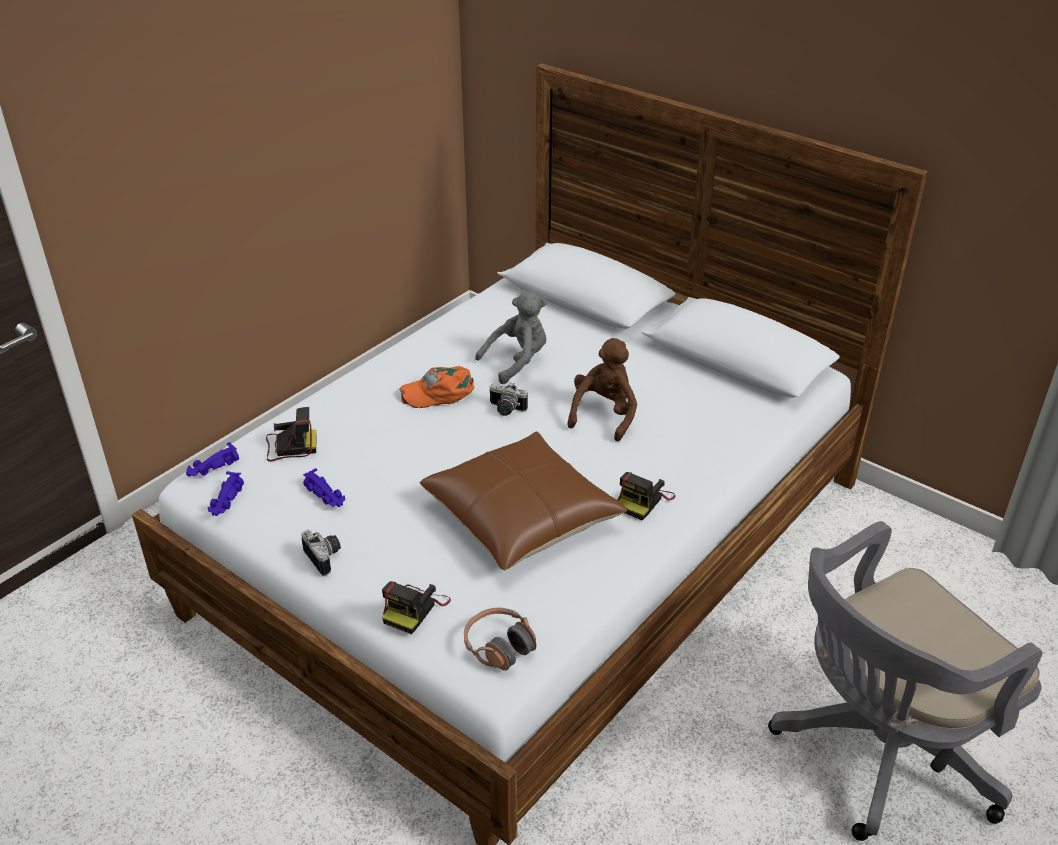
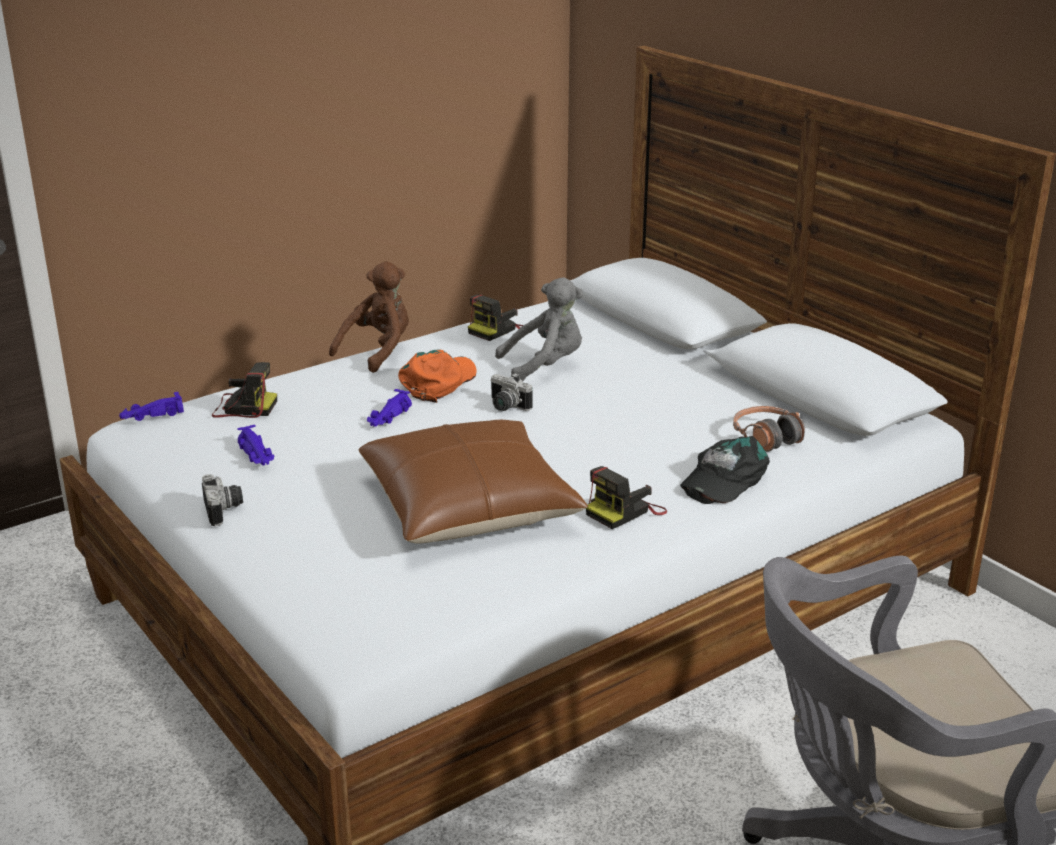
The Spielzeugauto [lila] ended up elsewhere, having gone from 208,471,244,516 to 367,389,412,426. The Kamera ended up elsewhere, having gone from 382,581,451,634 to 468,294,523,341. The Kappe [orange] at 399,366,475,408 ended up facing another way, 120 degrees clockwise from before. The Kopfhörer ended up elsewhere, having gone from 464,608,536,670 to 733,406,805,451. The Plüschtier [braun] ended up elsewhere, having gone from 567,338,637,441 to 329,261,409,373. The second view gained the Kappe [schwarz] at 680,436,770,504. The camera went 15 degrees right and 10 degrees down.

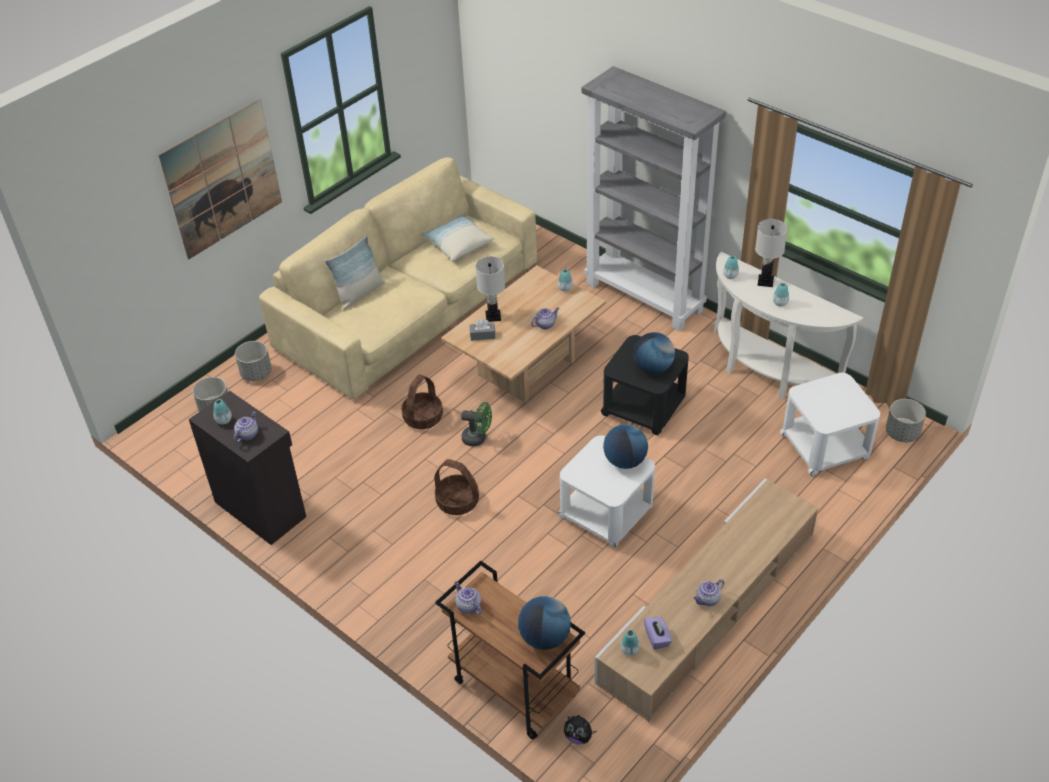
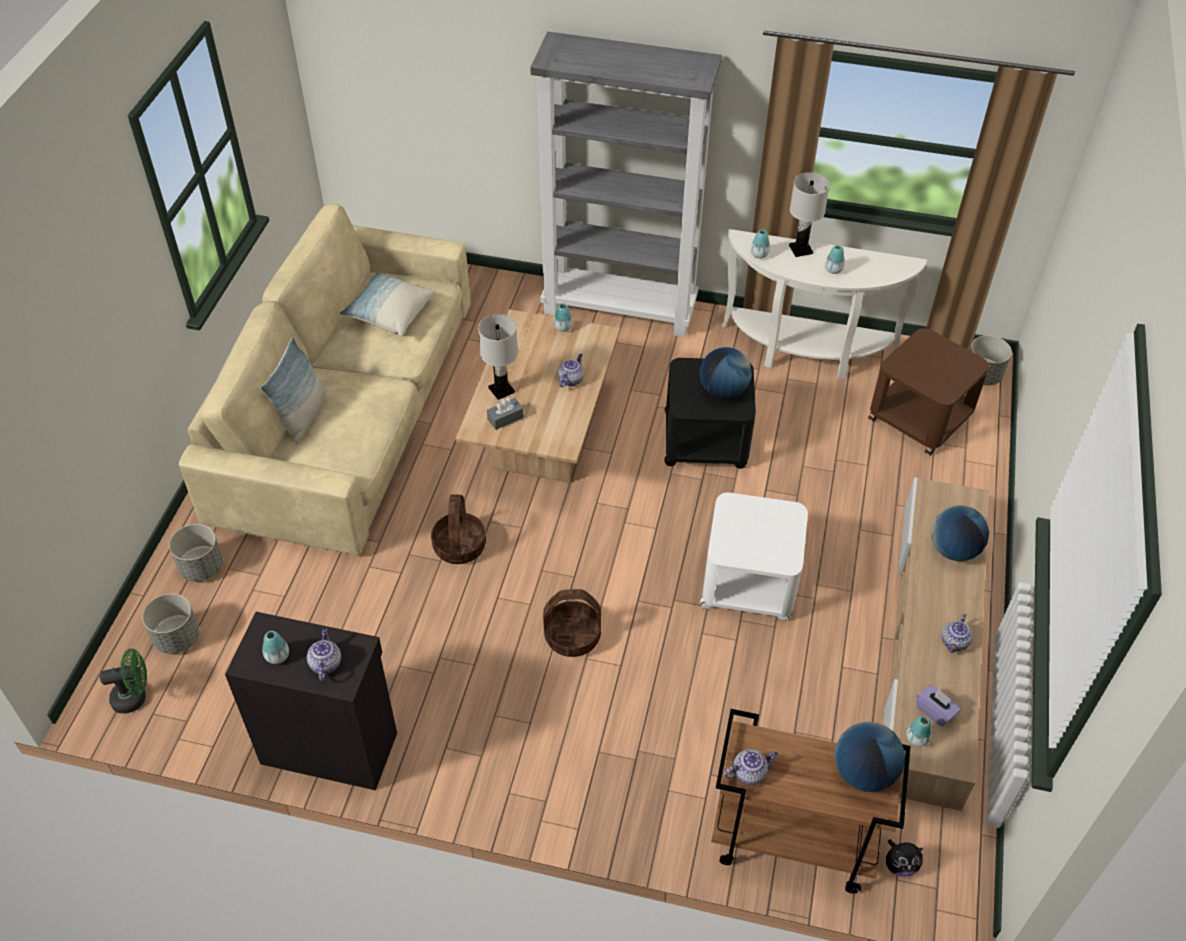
The second view lost the Bild at 159,99,282,259. The Teekanne at 455,581,482,615 ended up facing another way, 135 degrees clockwise from before. The Ventilator [grün] ended up elsewhere, having gone from 461,402,492,446 to 100,649,147,713. The Globus ended up elsewhere, having gone from 603,424,648,469 to 931,505,989,561. What was the Beistelltisch [weiß] at 780,373,880,476 turned into the Beistelltisch [braun] at 868,328,989,455. The camera went 30 degrees left and 5 degrees up.

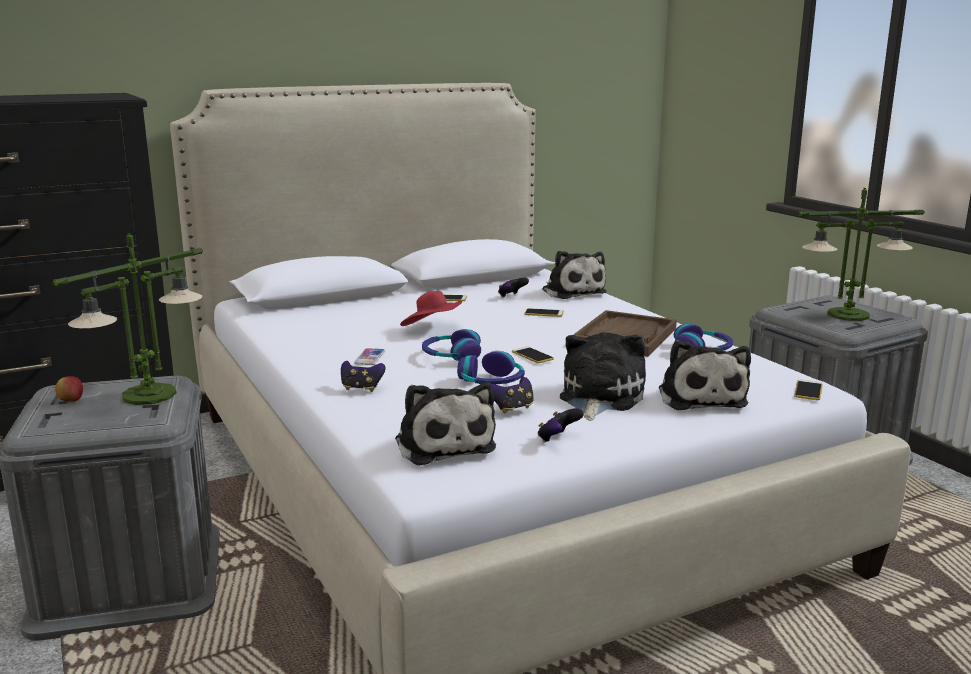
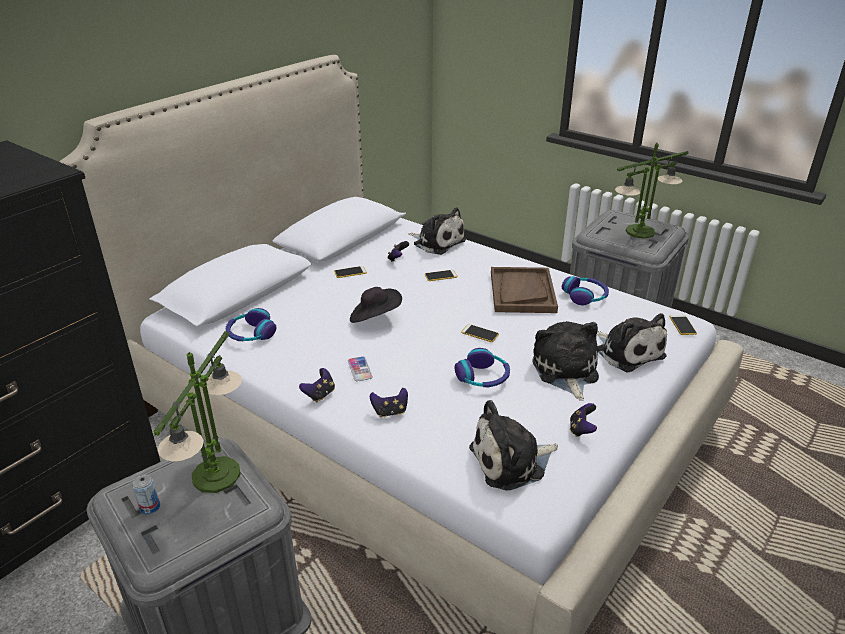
Where the Apfel stood at 55,376,83,402, the Dose came to stand at 132,475,160,515. The Plüschtier at 395,382,496,466 ended up facing another way, 120 degrees clockwise from before. What was the Hut [rot] at 400,291,463,326 turned into the Hut [schwarz] at 350,287,402,323. The Kopfhörer ended up elsewhere, having gone from 422,329,481,361 to 226,308,276,341. The Gamepad ended up elsewhere, having gone from 491,377,533,413 to 299,368,335,402. The camera went 25 degrees left and 15 degrees up.

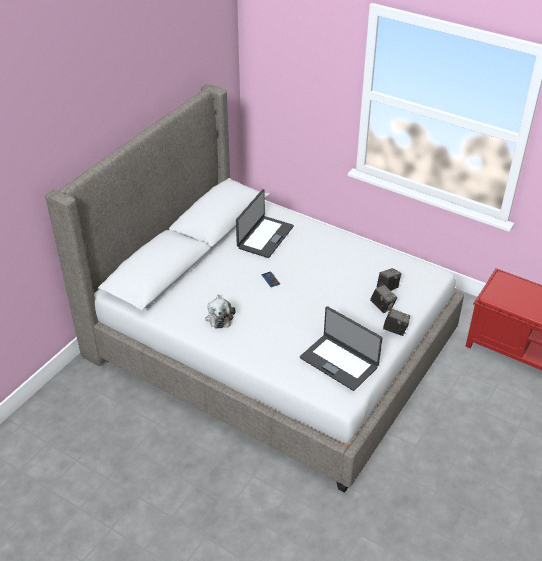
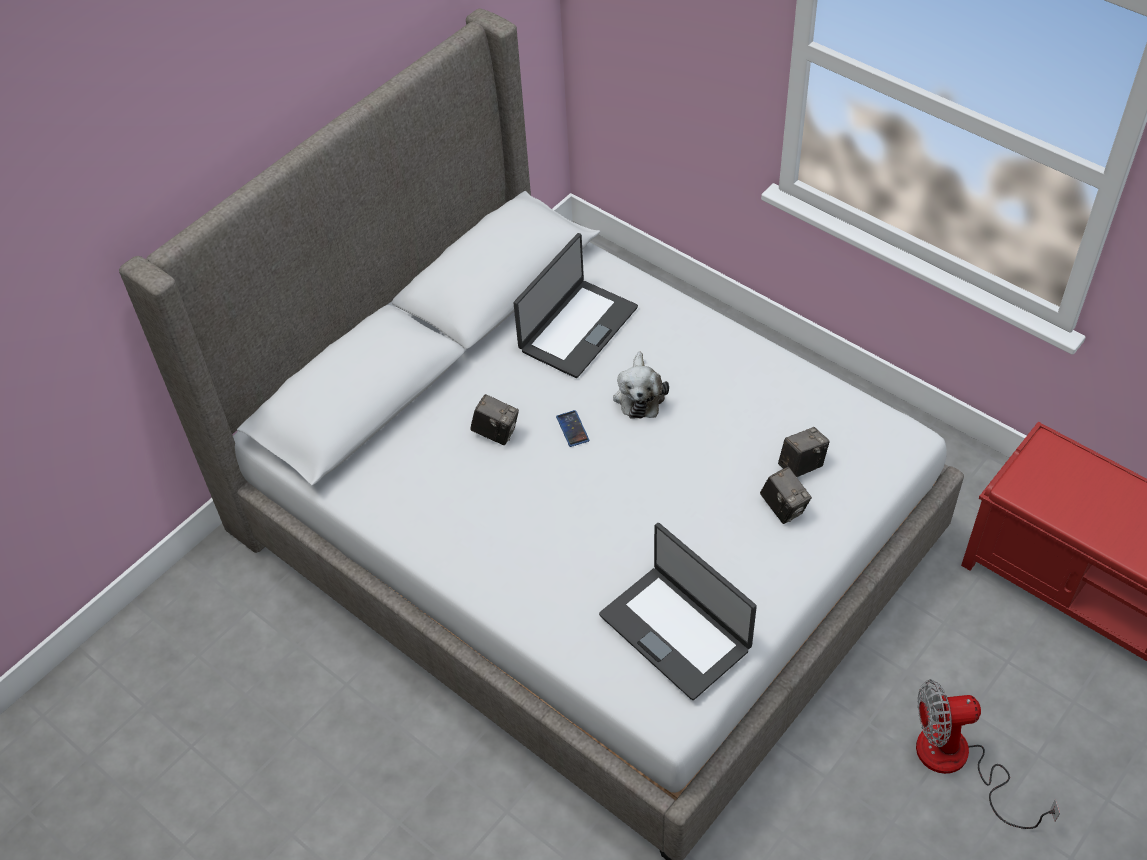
The Plüschtier ended up elsewhere, having gone from 205,295,236,329 to 613,352,669,419. The Kamera ended up elsewhere, having gone from 383,308,410,336 to 470,394,519,445. The second view gained the Ventilator at 916,679,1060,829. The camera went 10 degrees right and 10 degrees up.

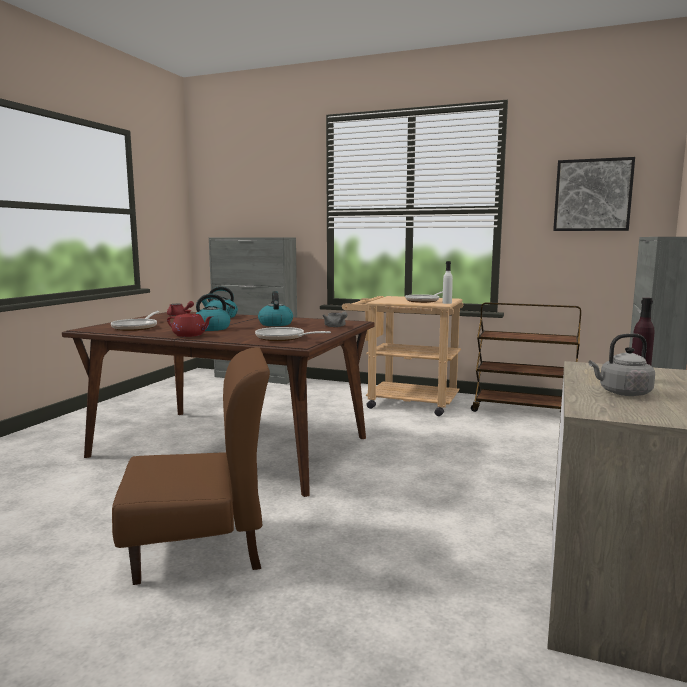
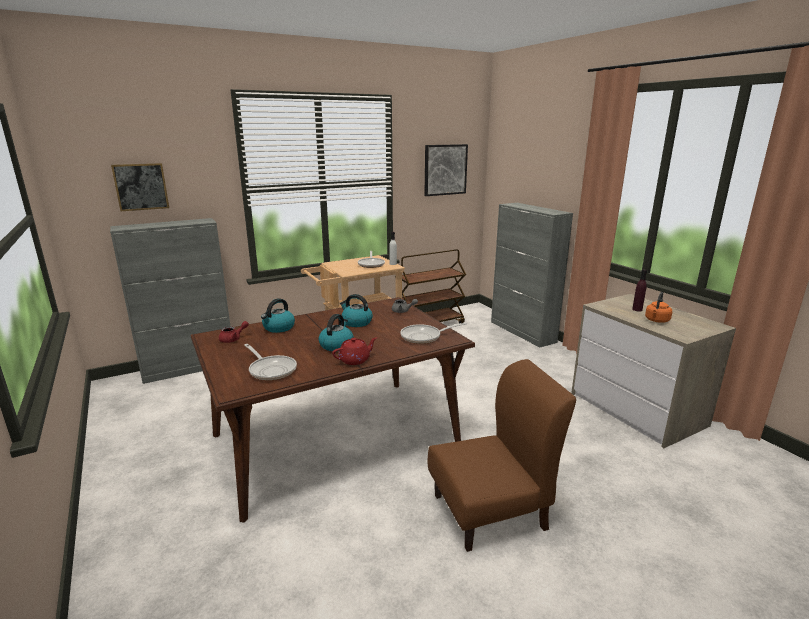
The Stuhl [braun] at 112,347,270,585 ended up facing another way, 45 degrees clockwise from before. What was the Wasserkessel [grau] at 589,334,655,396 turned into the Wasserkessel [orange] at 645,292,672,323. The second view gained the Bild at 111,163,169,211. The camera went 50 degrees left and 10 degrees up.

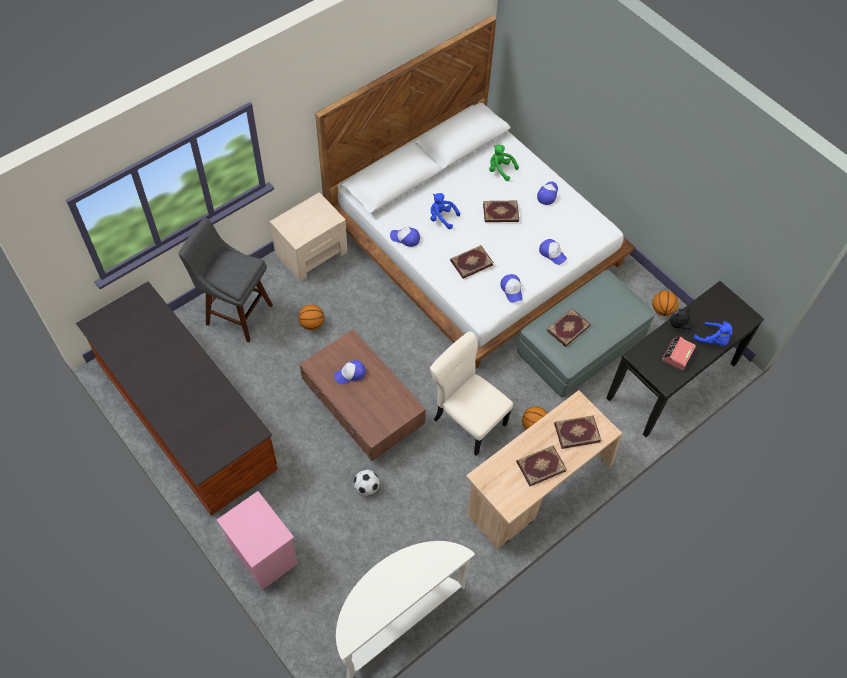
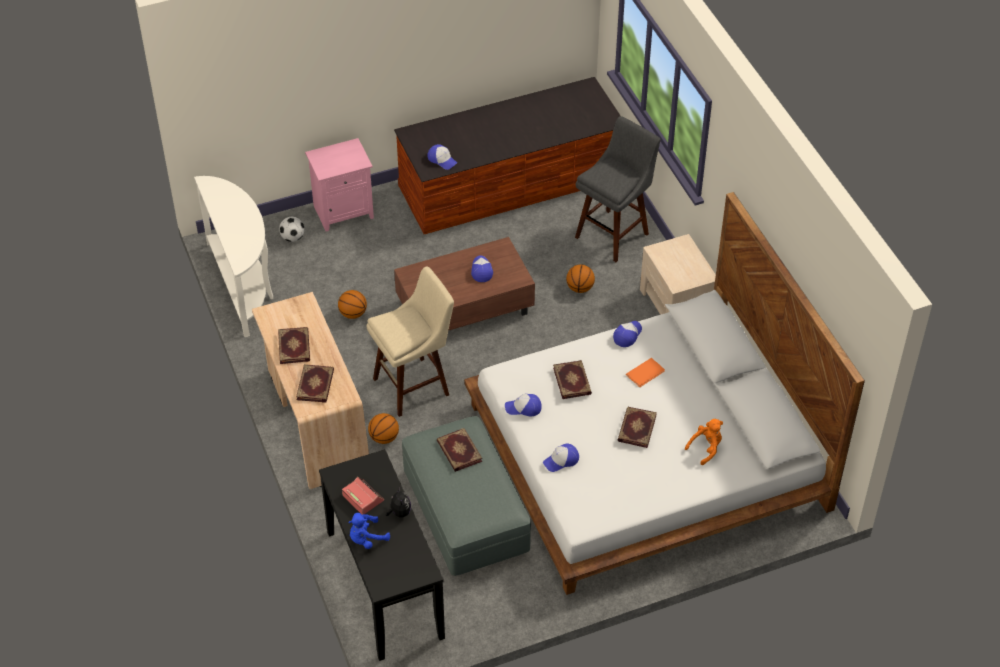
The Fußball ended up elsewhere, having gone from 353,469,379,496 to 279,216,305,242. Where the Plüschtier [blau] stood at 430,193,460,229, the Buch [orange] came to stand at 626,358,665,387. Where the Stuhl [beige] stood at 430,331,514,456, the Hocker [beige] came to stand at 366,266,454,417. What was the Plüschtier [grün] at 489,145,519,181 turned into the Plüschtier [orange] at 685,419,723,465. The Kappe ended up elsewhere, having gone from 537,181,558,205 to 427,144,457,170. The Basketball ended up elsewhere, having gone from 652,291,678,316 to 338,290,367,319. The camera went 110 degrees right and 10 degrees down.

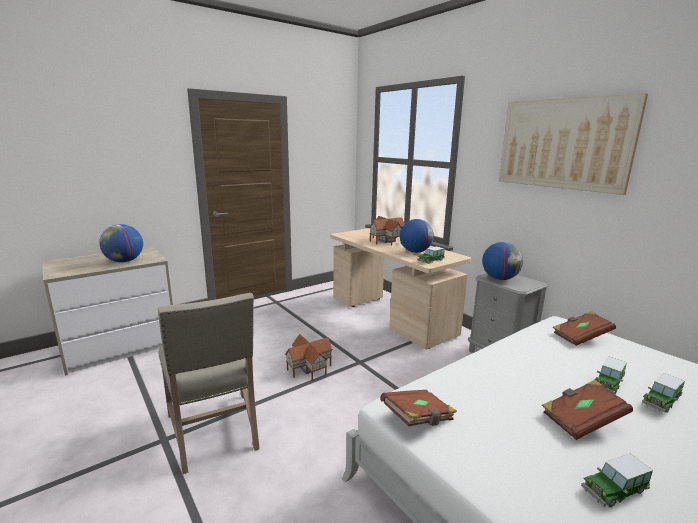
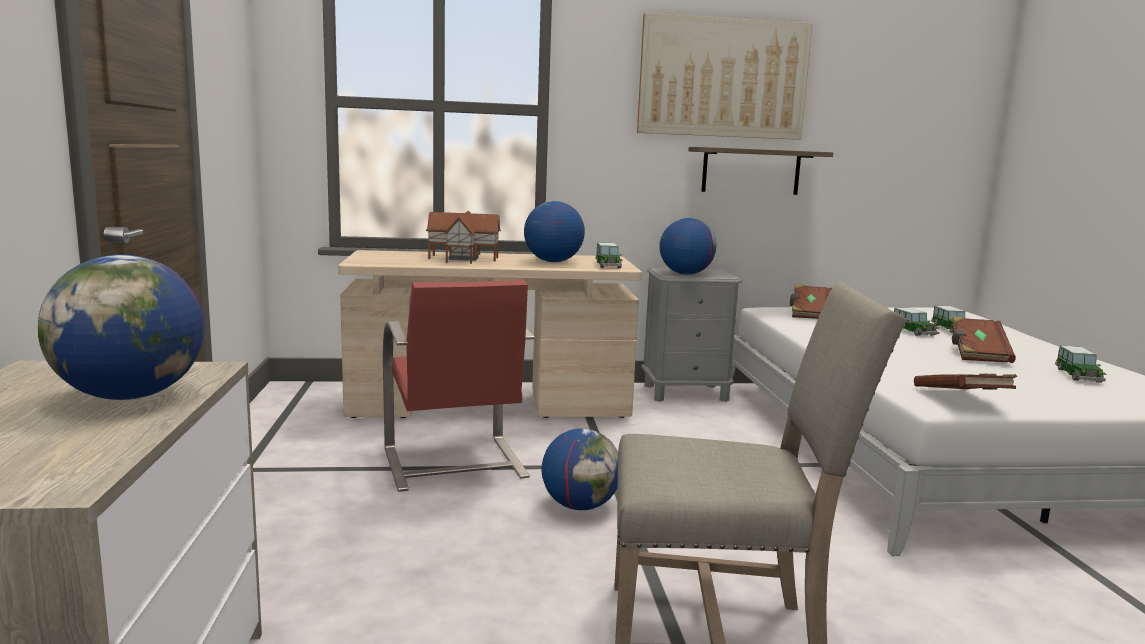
Where the Spielzeughaus stood at 285,334,333,381, the Globus came to stand at 541,428,618,510. The second view gained the Stuhl [rot] at 383,280,535,492. The second view gained the Wandregal at 689,147,833,195. The camera went 60 degrees left and 5 degrees down.

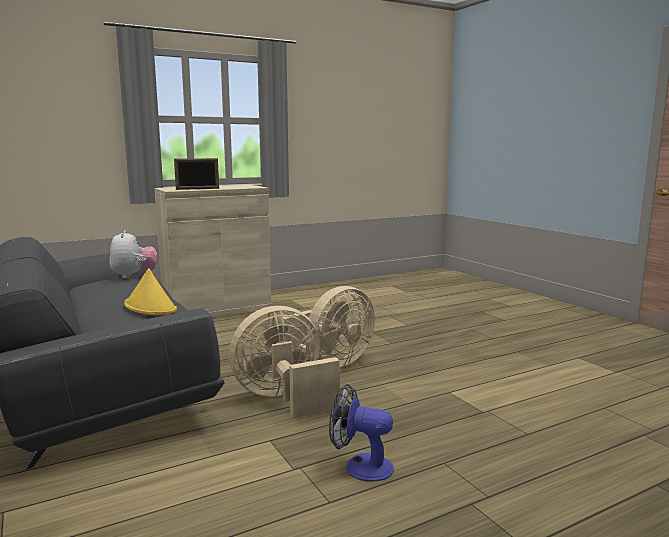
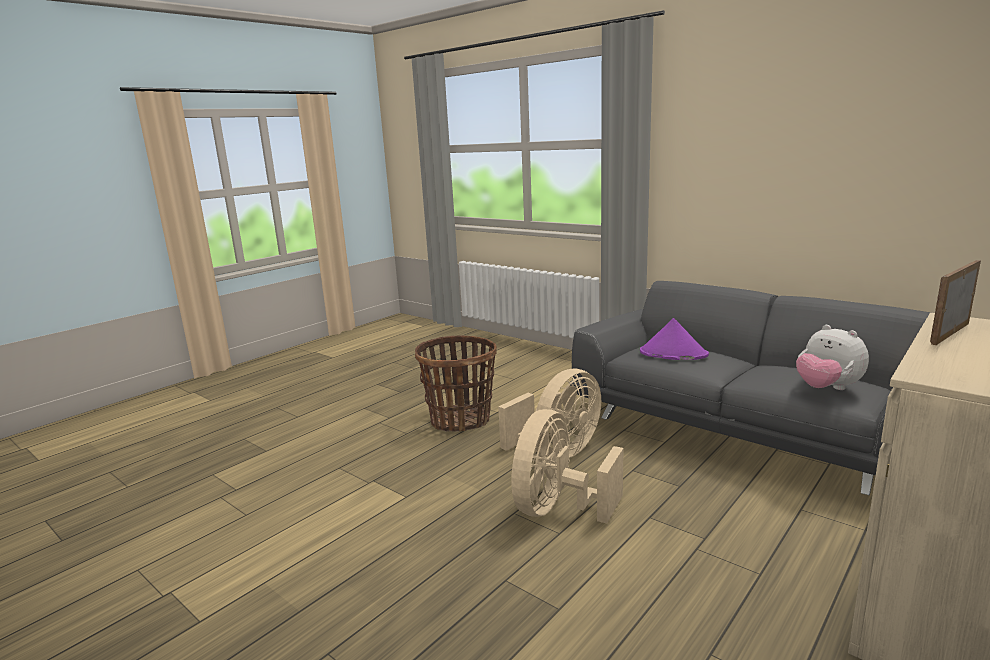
What was the Hut [gelb] at 124,268,177,315 turned into the Hut [lila] at 640,318,709,360. Where the Ventilator stood at 329,384,394,481, the Korb came to stand at 415,335,497,432. The camera went 160 degrees right and 5 degrees up.

